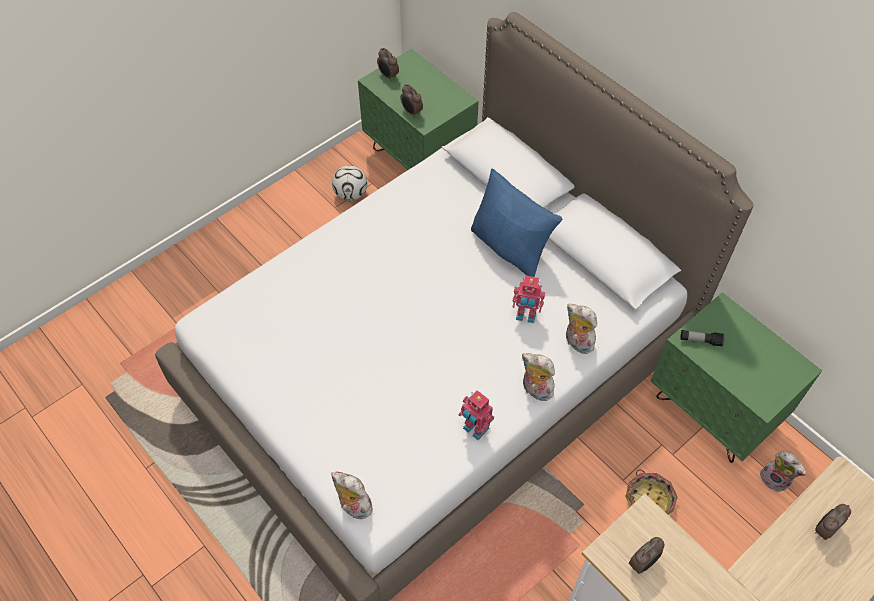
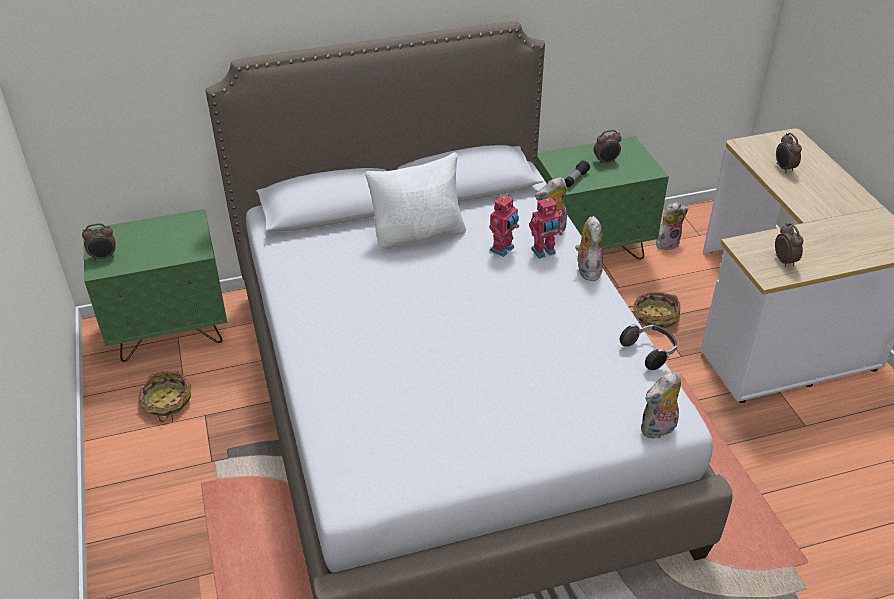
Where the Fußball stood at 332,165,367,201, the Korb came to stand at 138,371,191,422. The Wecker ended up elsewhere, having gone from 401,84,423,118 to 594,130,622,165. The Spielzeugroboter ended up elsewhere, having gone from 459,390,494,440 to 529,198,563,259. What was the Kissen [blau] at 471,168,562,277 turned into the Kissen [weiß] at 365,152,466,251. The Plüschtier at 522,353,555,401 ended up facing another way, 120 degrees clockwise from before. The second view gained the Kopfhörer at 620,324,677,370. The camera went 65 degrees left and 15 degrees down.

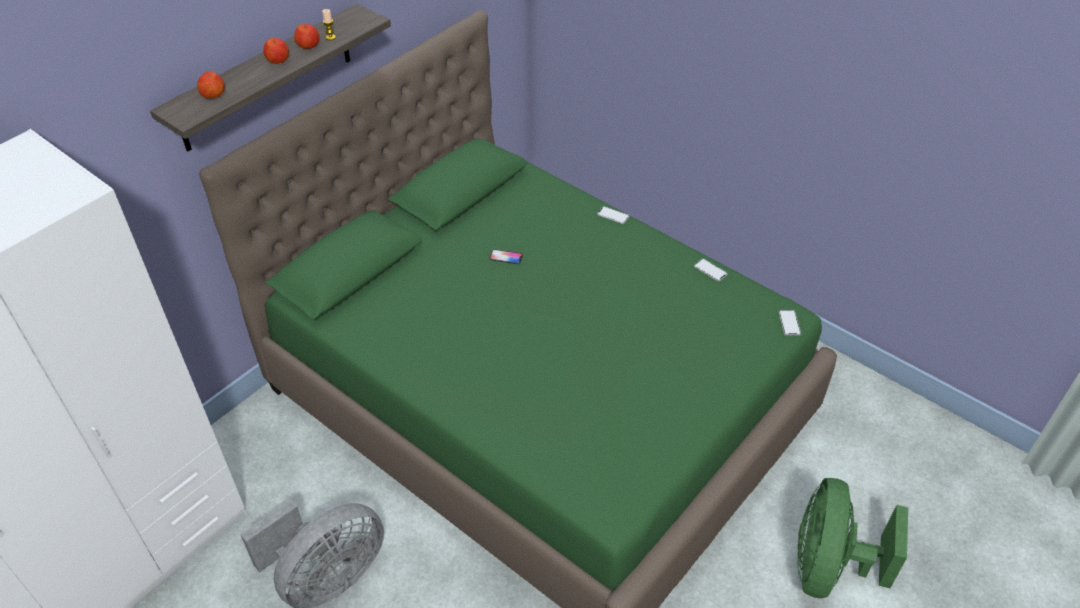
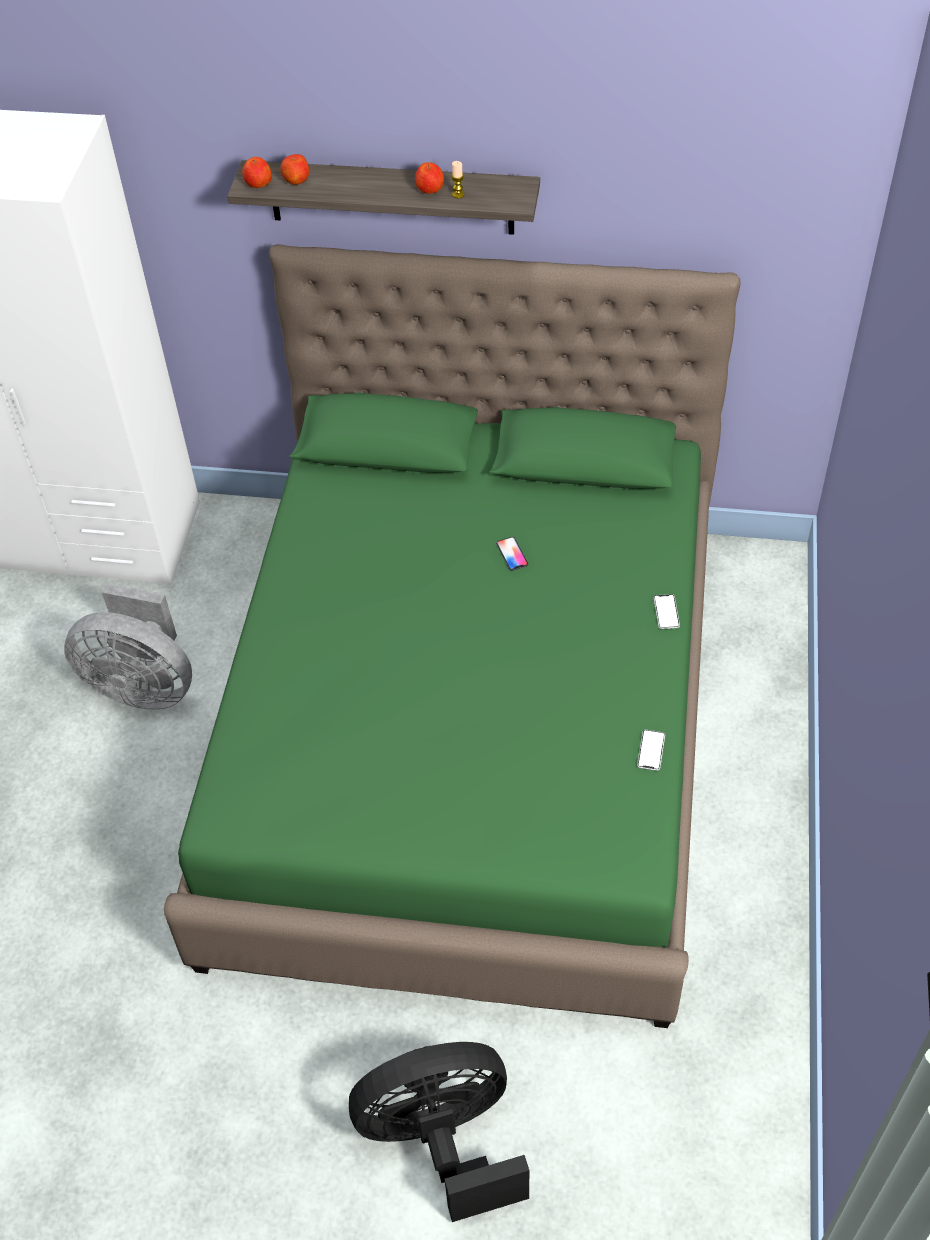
The Apfel ended up elsewhere, having gone from 263,38,289,64 to 242,157,272,188. The second view lost the Handy at 778,310,801,336. What was the Ventilator [grün] at 798,478,908,598 turned into the Ventilator [schwarz] at 349,1042,529,1222. The camera went 60 degrees right and 5 degrees up.

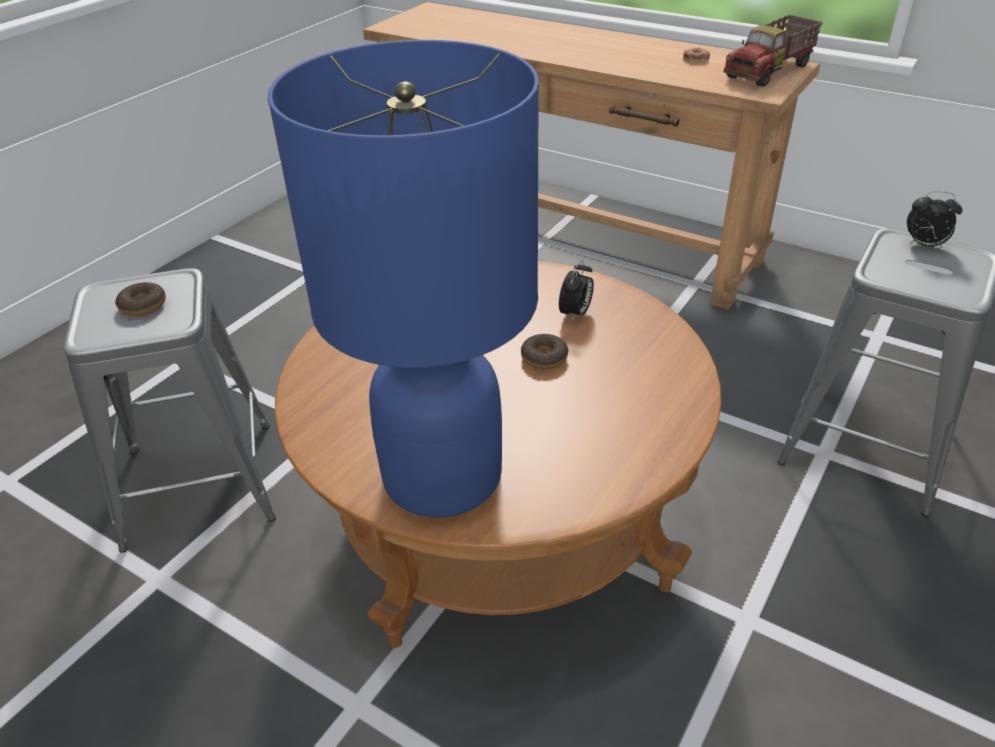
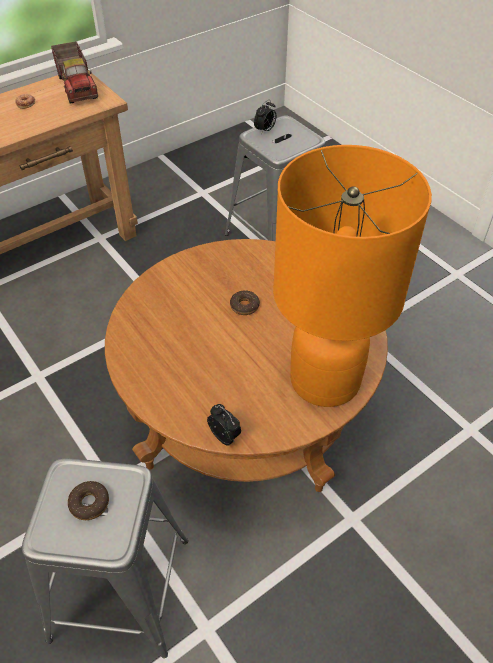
What was the Tischlampe [blau] at 267,40,539,518 turned into the Tischlampe [orange] at 273,145,432,407. The Wecker ended up elsewhere, having gone from 559,260,594,322 to 207,404,241,446. The camera went 70 degrees left and 10 degrees up.

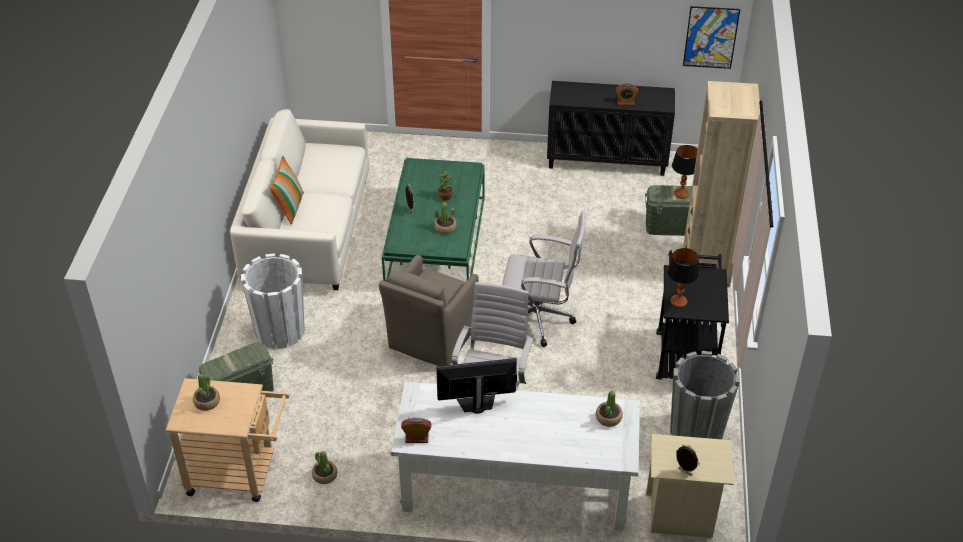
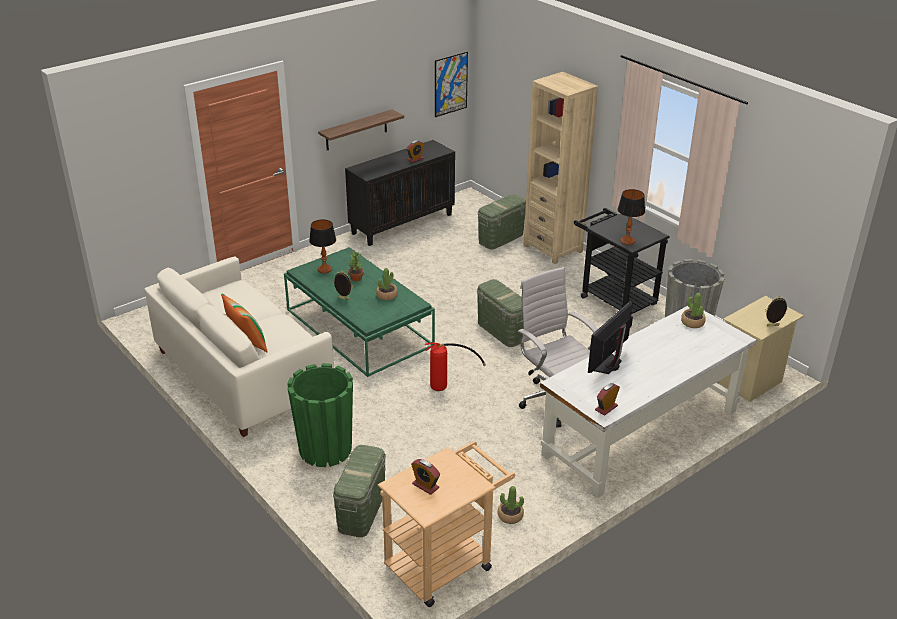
Where the Topfpflanze stood at 193,374,220,411, the Wecker came to stand at 411,459,440,495. What was the Pflanzkübel [weiß] at 241,253,305,349 turned into the Pflanzkübel [grün] at 287,363,353,467. Where the Sessel [braun] stood at 379,255,478,366, the Feuerlöscher came to stand at 425,342,486,391. Where the Bürostuhl [weiß] stood at 502,210,586,347, the Aufbewahrungsbox [grün] came to stand at 477,279,523,347. The Tischlampe ended up elsewhere, having gone from 672,145,698,199 to 309,219,336,274. The second view gained the Wandregal at 318,109,404,150. The camera went 45 degrees left and 10 degrees down.

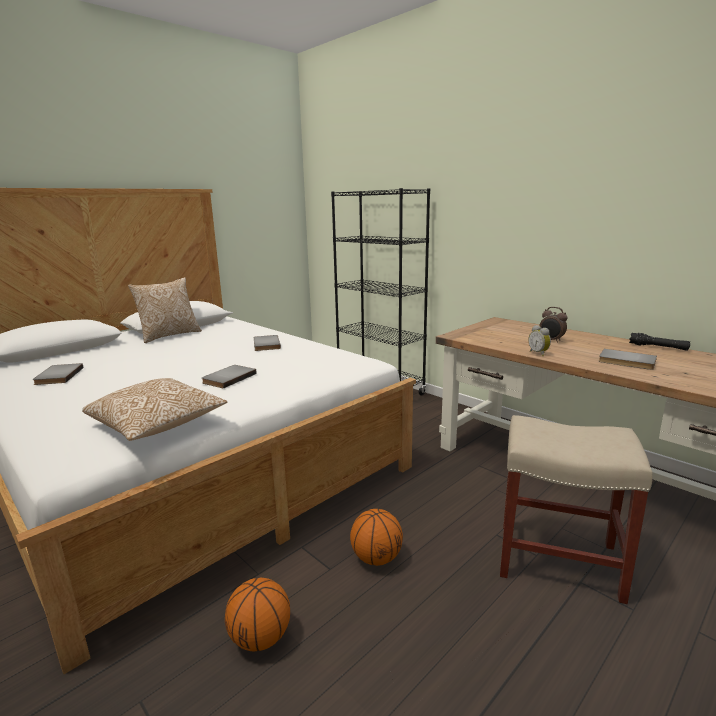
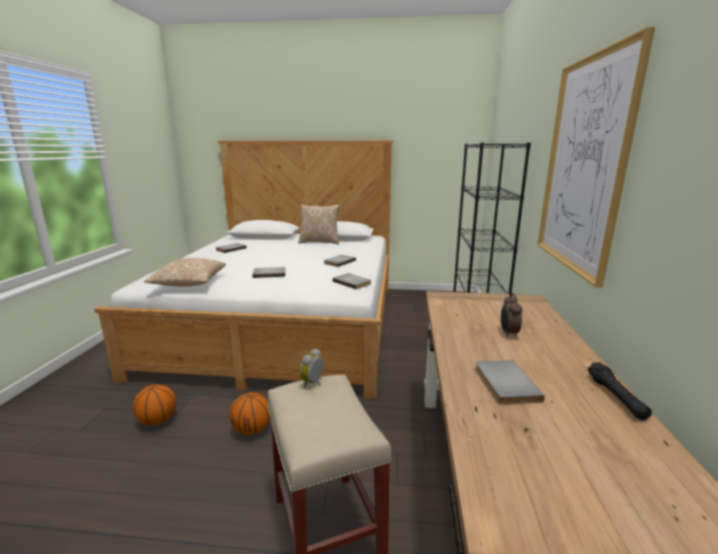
The Wecker ended up elsewhere, having gone from 528,325,551,356 to 300,348,324,388. The second view gained the Buch [grau] at 333,273,371,289. The second view gained the Bild at 537,27,655,288. The camera went 50 degrees right and 0 degrees up.

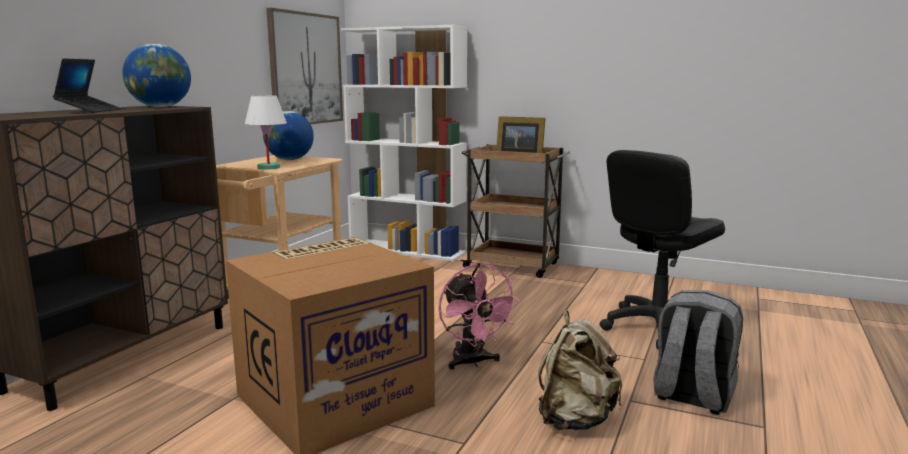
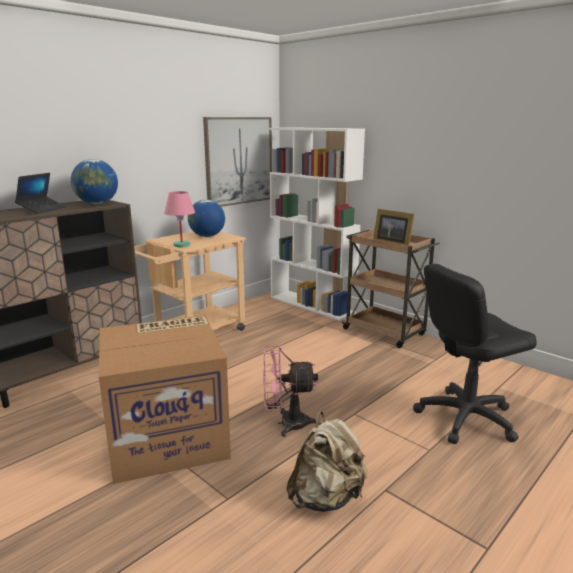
What was the Tischlampe [weiß] at 245,95,287,169 turned into the Tischlampe [rosa] at 164,191,195,247. The Ventilator [rosa] at 439,263,520,370 ended up facing another way, 90 degrees clockwise from before. The second view lost the Rucksack [grau] at 654,290,743,415. The camera went 20 degrees right and 5 degrees up.

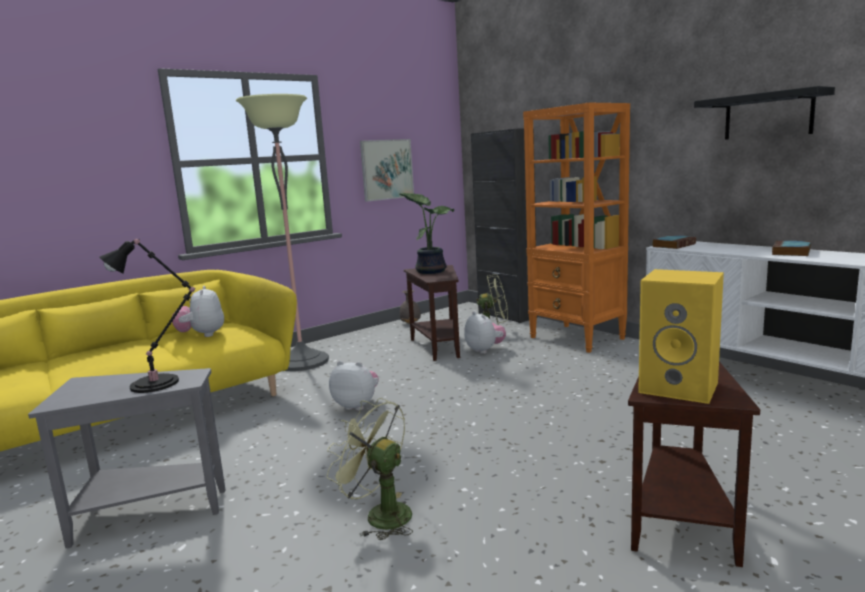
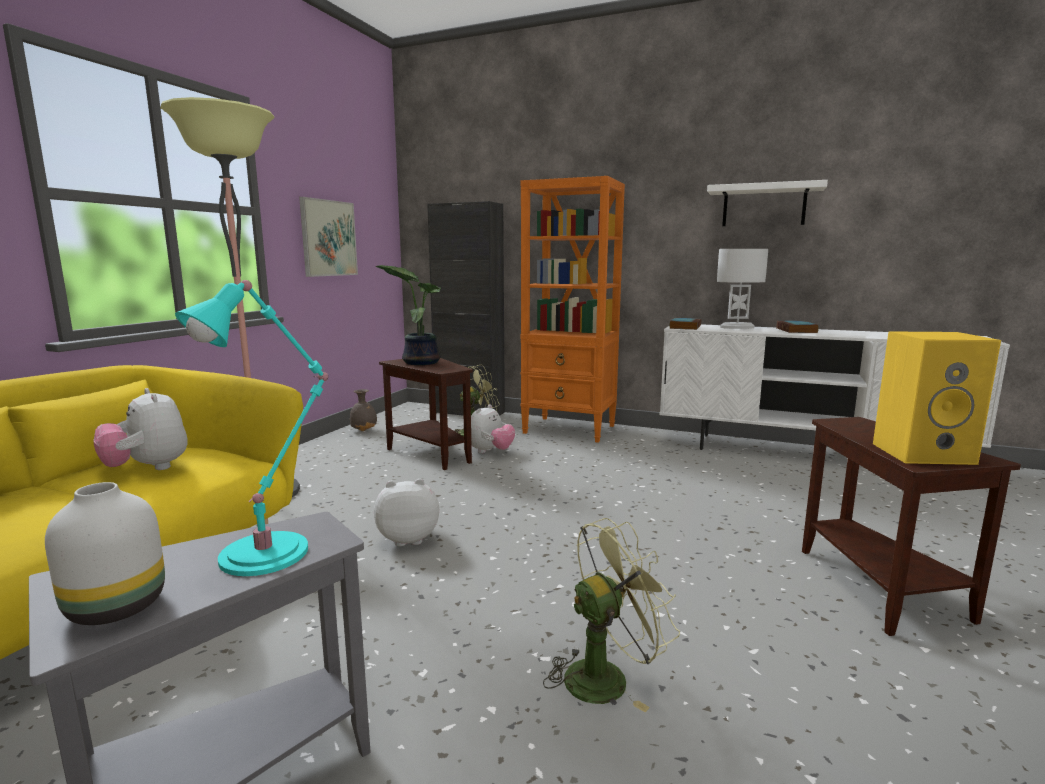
What was the Tischlampe [schwarz] at 99,239,196,393 turned into the Tischlampe [türkis] at 175,280,328,576. The Ventilator [grün] at 327,398,413,540 ended up facing another way, 150 degrees clockwise from before. The Plüschtier at 464,312,506,354 ended up facing another way, 90 degrees clockwise from before. What was the Wandregal [schwarz] at 694,86,835,140 turned into the Wandregal [weiß] at 707,180,828,226. The second view gained the Vase [weiß] at 45,482,165,625. The second view gained the Tischlampe [weiß] at 717,249,768,329. The camera went 30 degrees left and 0 degrees up.

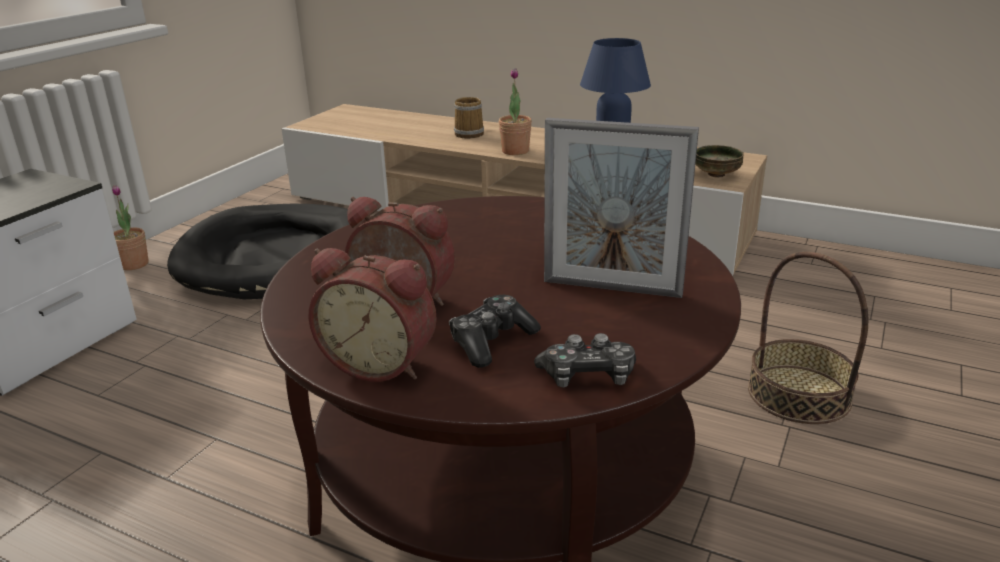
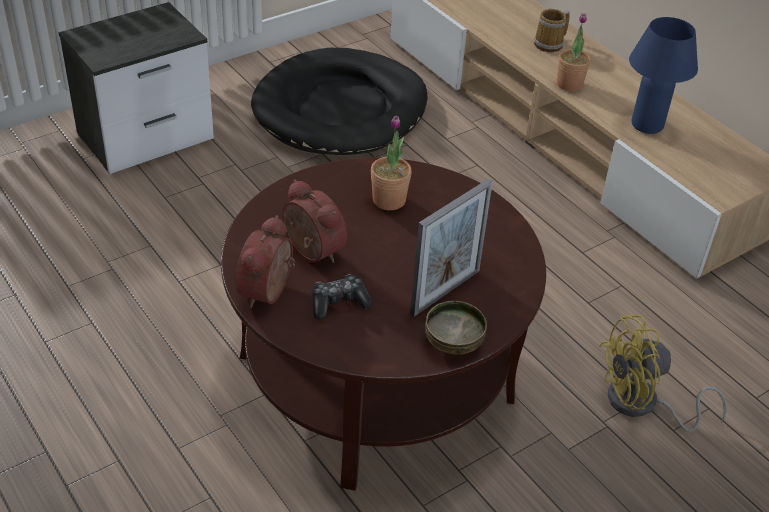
The Topfpflanze ended up elsewhere, having gone from 112,185,149,270 to 371,116,412,210. The Wecker at 308,248,437,382 ended up facing another way, 60 degrees clockwise from before. The second view lost the Gamepad at 534,333,636,387. The Bilderrahmen at 544,118,699,298 ended up facing another way, 90 degrees counterclockwise from before. The Schüssel ended up elsewhere, having gone from 696,145,743,178 to 425,301,487,355. Where the Korb stood at 748,252,868,424, the Ventilator [gelb] came to stand at 599,315,727,432. The camera went 25 degrees right and 15 degrees up.

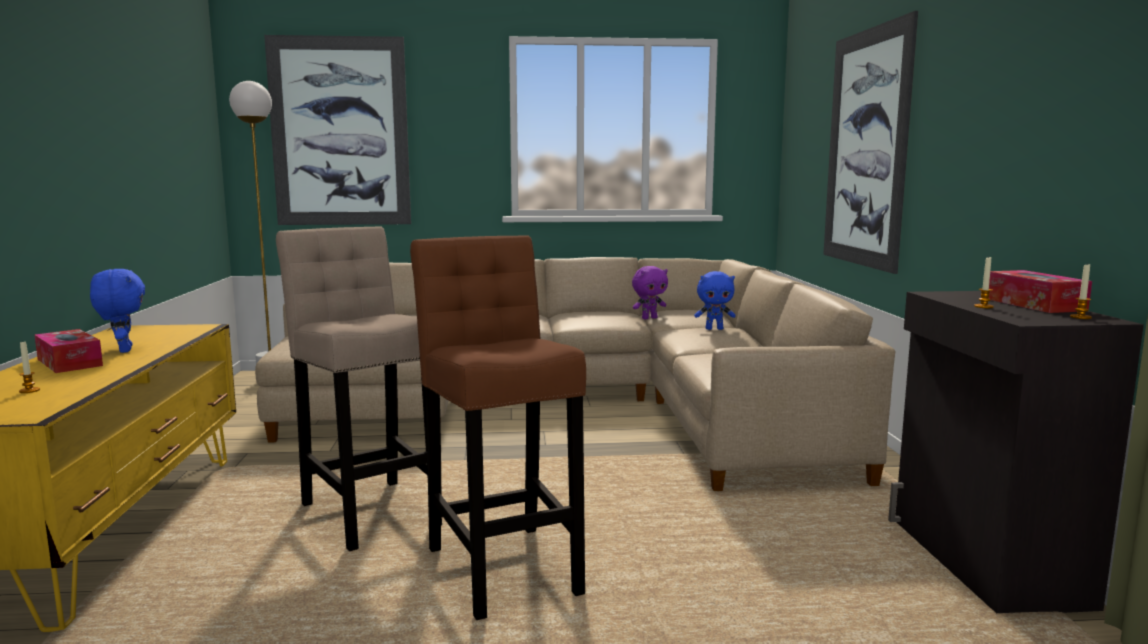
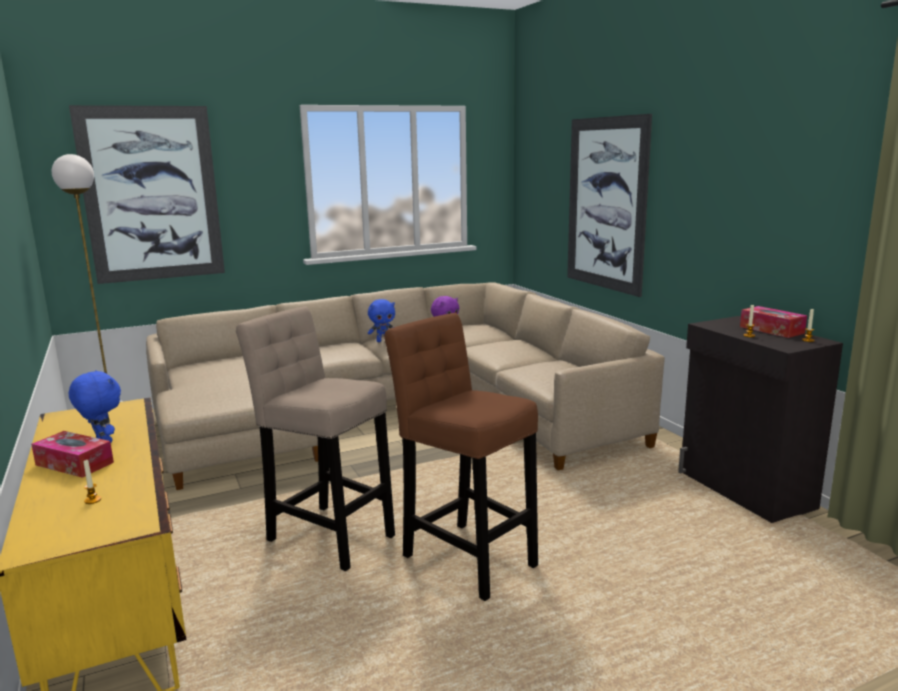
The Plüschtier [blau] ended up elsewhere, having gone from 694,271,735,330 to 368,299,395,342. The camera went 20 degrees left and 5 degrees up.

